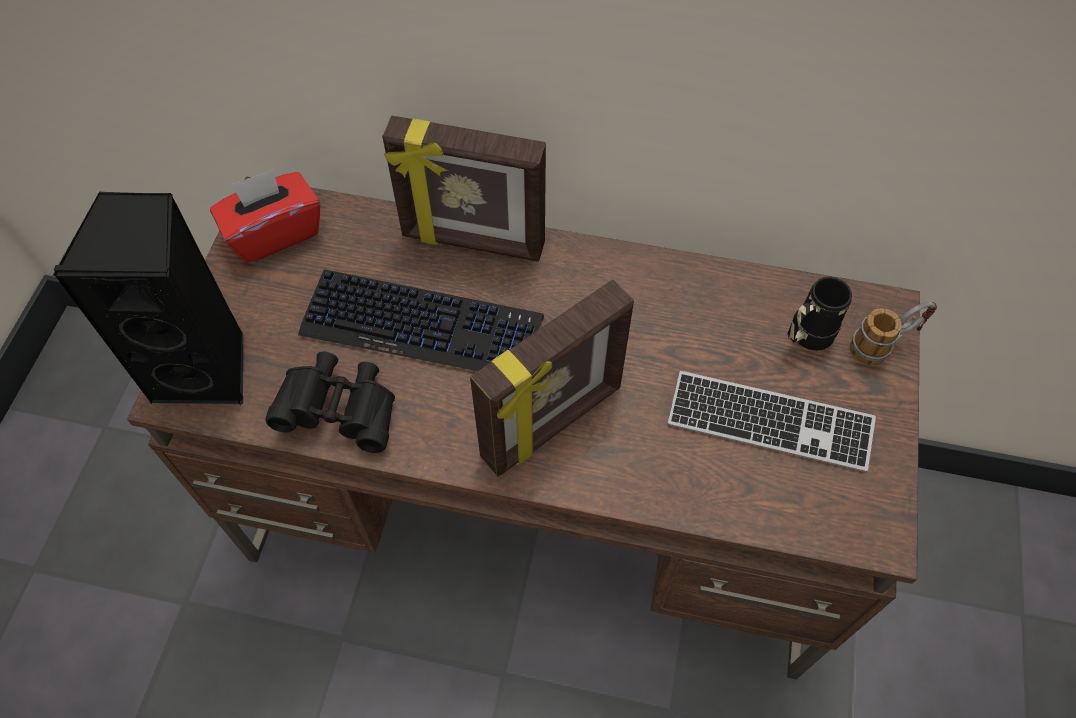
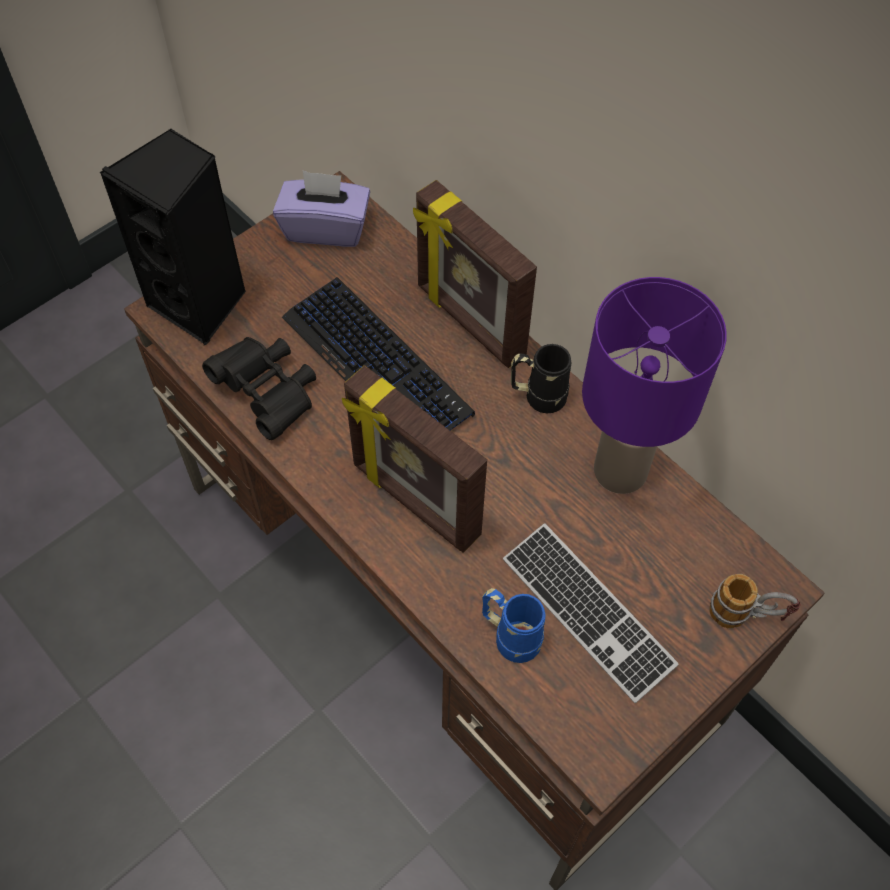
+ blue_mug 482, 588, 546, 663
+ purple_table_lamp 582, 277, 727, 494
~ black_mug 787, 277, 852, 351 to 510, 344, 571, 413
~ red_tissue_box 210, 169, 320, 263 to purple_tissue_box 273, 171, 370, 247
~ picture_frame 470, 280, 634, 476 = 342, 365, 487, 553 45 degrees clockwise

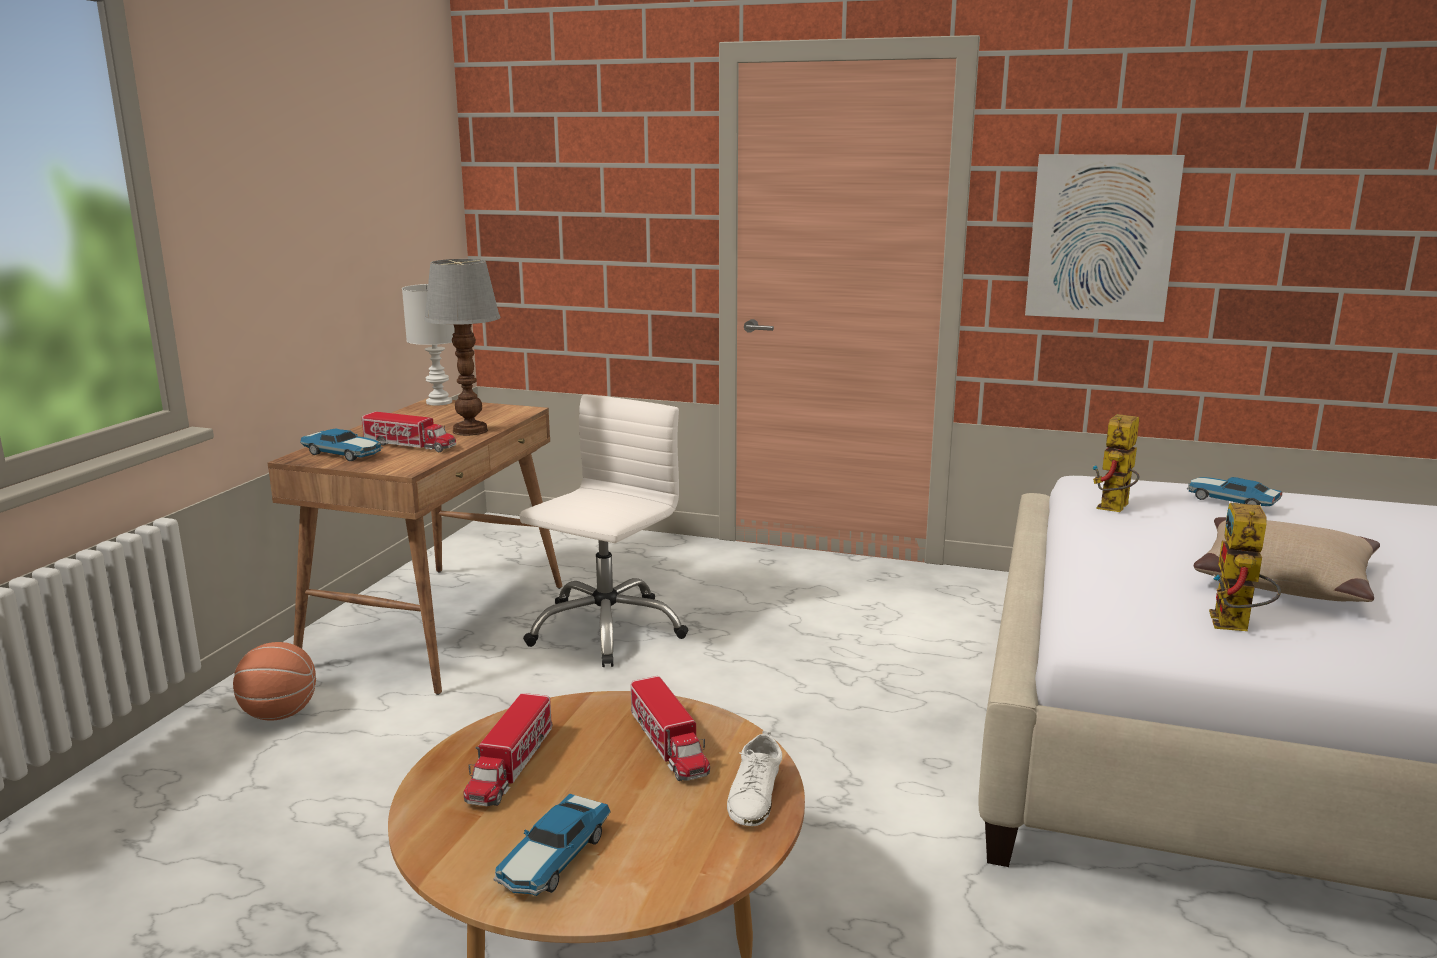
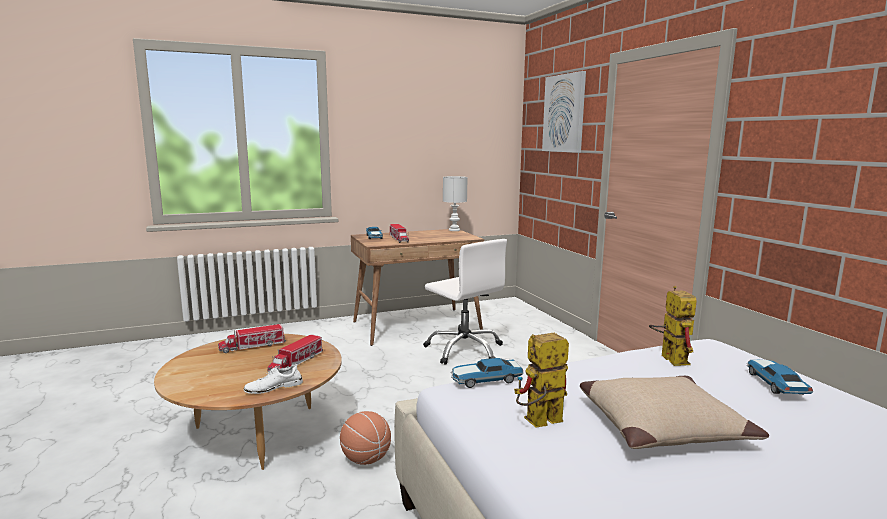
- table_lamp 424, 259, 501, 436
~ basketball 233, 642, 316, 721 to 340, 411, 391, 465
~ toy_car 493, 794, 611, 896 to 451, 358, 523, 388
~ picture 1025, 154, 1185, 322 to 542, 71, 586, 153
~ white_office_chair 519, 394, 688, 667 = 423, 239, 507, 365 60 degrees clockwise
~ toy_robot 1092, 414, 1139, 512 = 649, 286, 697, 366 90 degrees clockwise

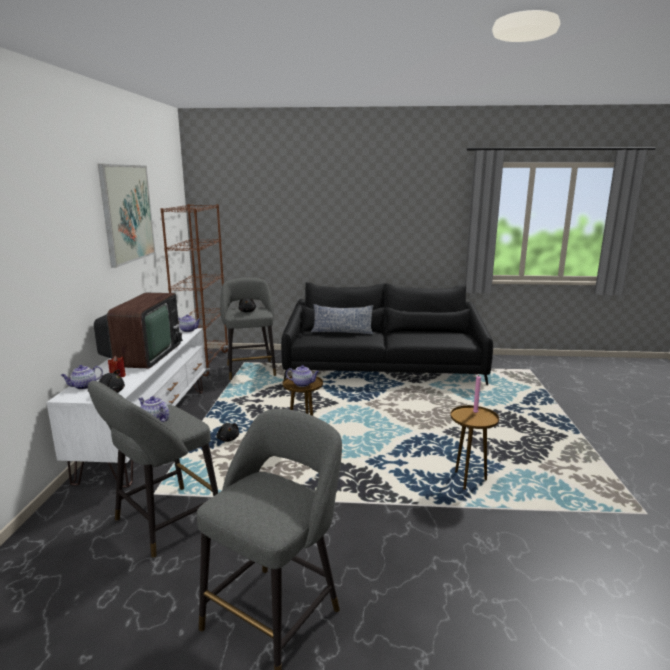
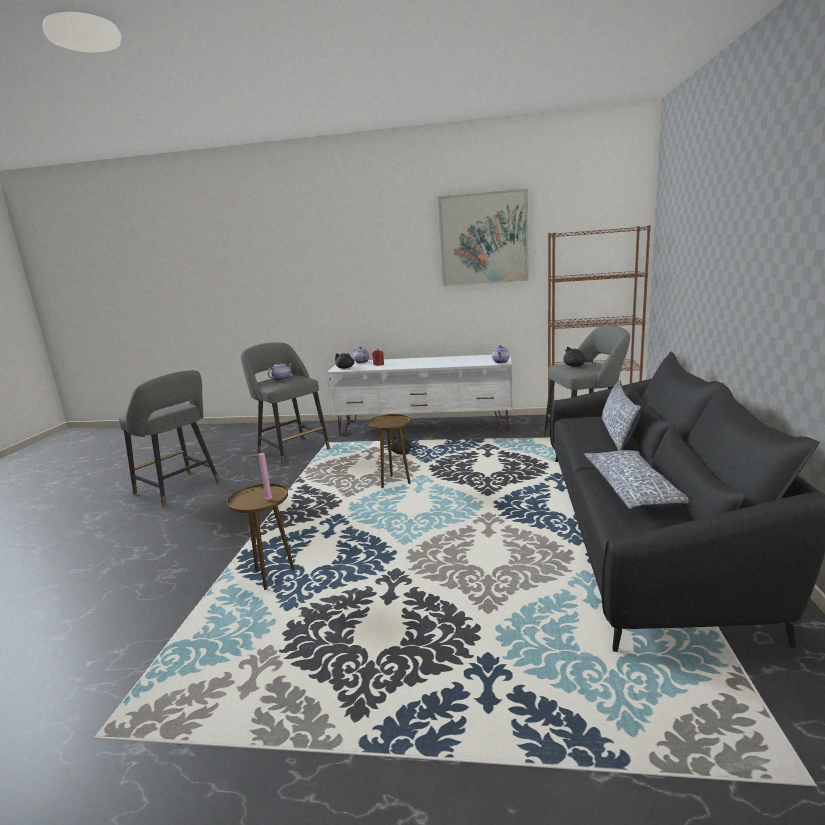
- television 94, 293, 183, 368
- teapot 286, 365, 319, 387
+ pillow 584, 450, 689, 509

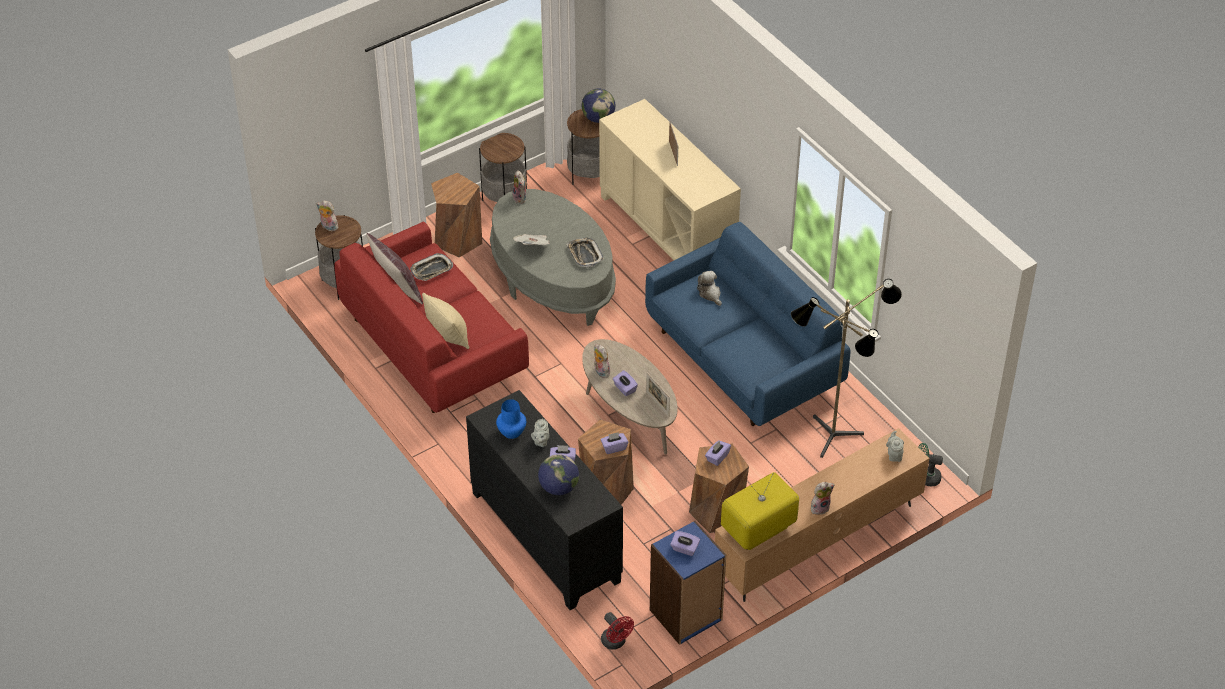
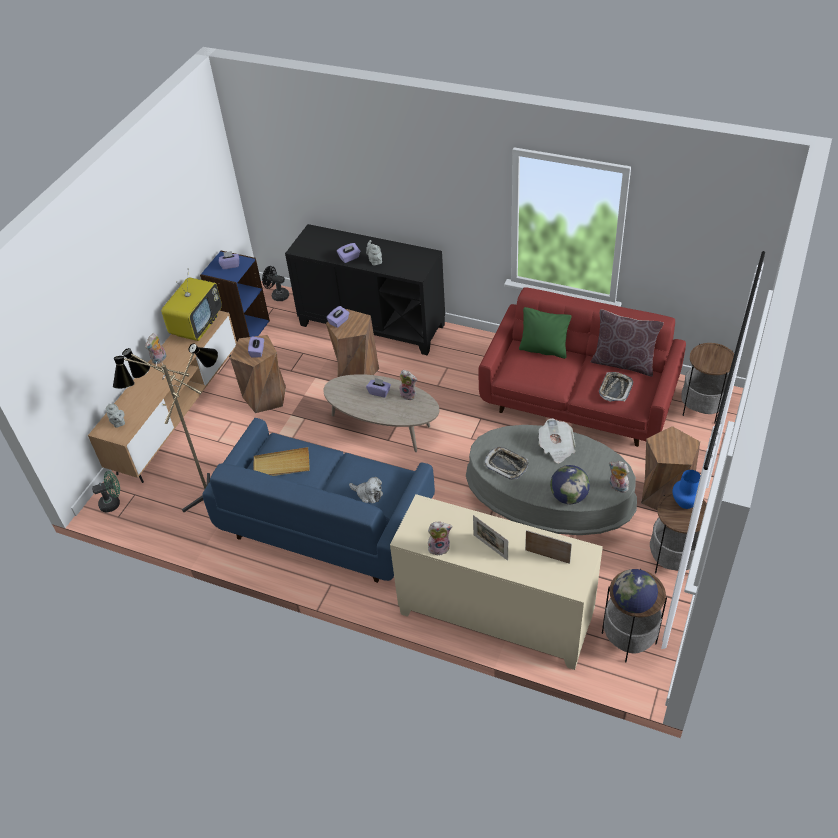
+ beige_tray 254, 447, 309, 476
~ plush_toy 316, 200, 338, 231 to 428, 521, 453, 555
~ blue_vase 496, 399, 526, 439 to 673, 470, 701, 509
~ globe 538, 454, 579, 495 to 550, 465, 590, 504
~ picture_frame 646, 373, 670, 416 to 525, 530, 572, 564
~ beige_pillow 422, 293, 470, 349 to green_pillow 519, 307, 571, 359
~ red_fan 601, 612, 634, 650 to black_fan 262, 266, 289, 301

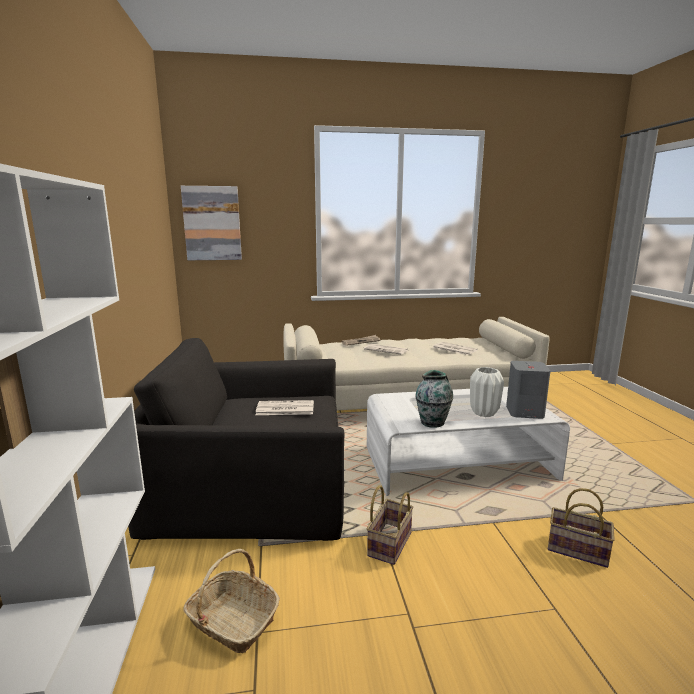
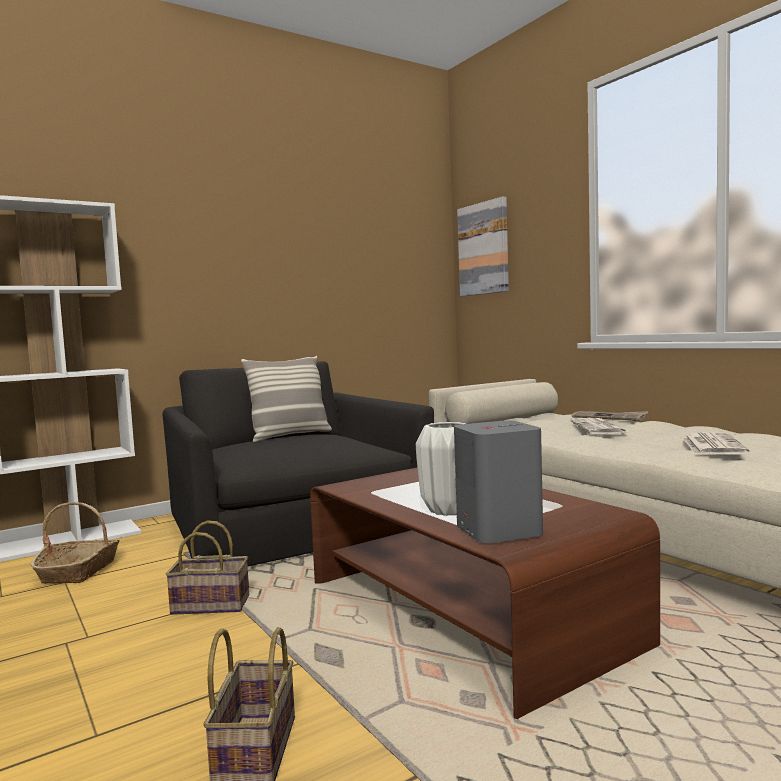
- newspaper 256, 400, 314, 415
- vase 415, 370, 453, 428
+ pillow 241, 356, 332, 442
~ white_coffee_table 367, 387, 570, 496 to brown_coffee_table 310, 468, 660, 719

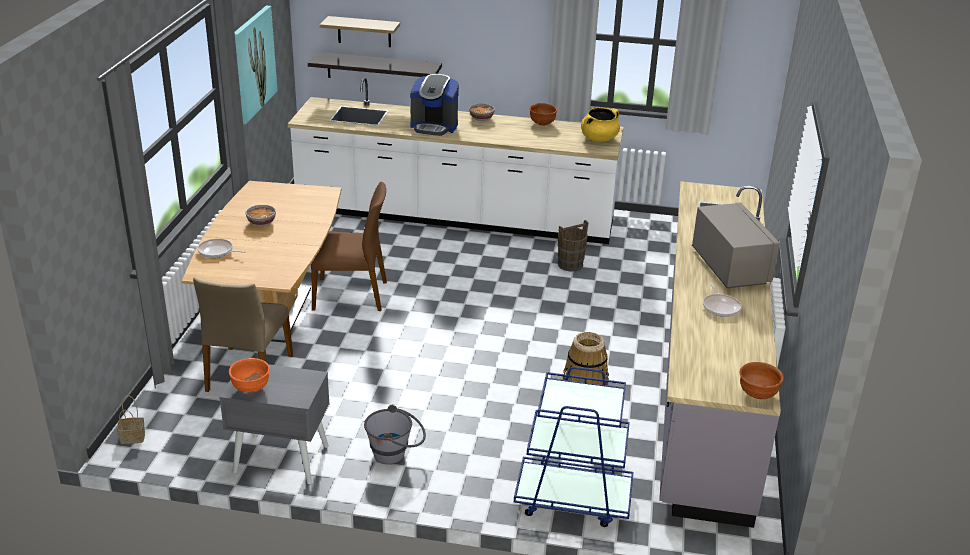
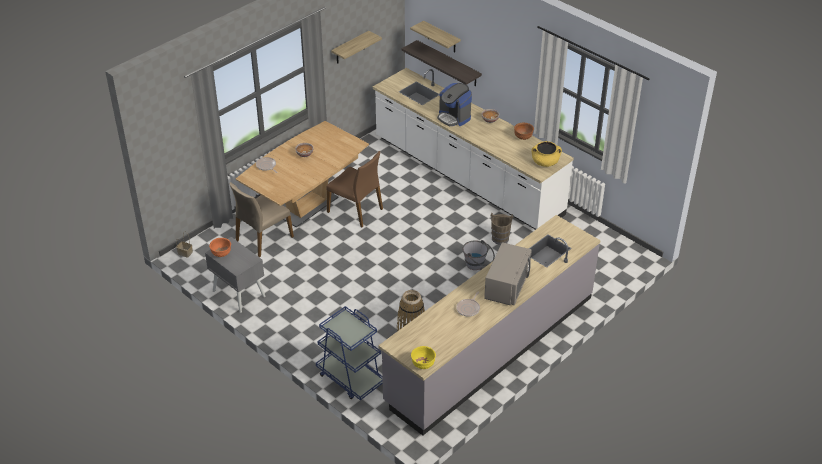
~ grey_bucket 364, 405, 426, 464 to 462, 240, 495, 270
~ picture 234, 6, 278, 124 to shelf 331, 31, 382, 64
~ brown_bowl 740, 362, 784, 399 to yellow_bowl 411, 346, 436, 369

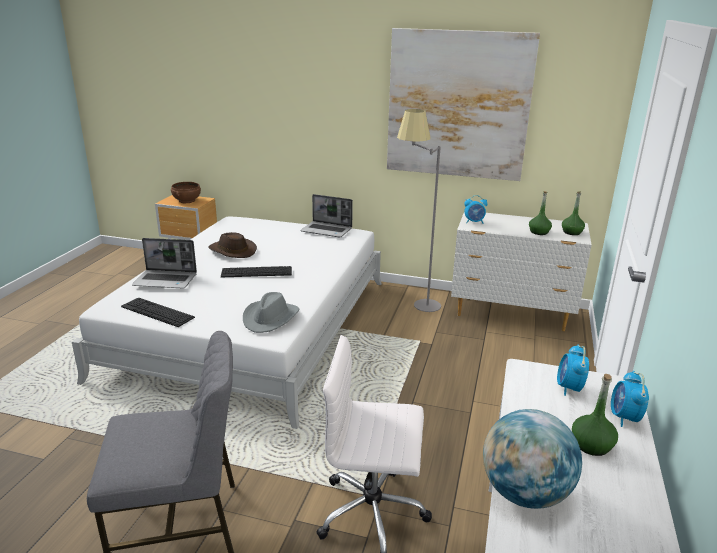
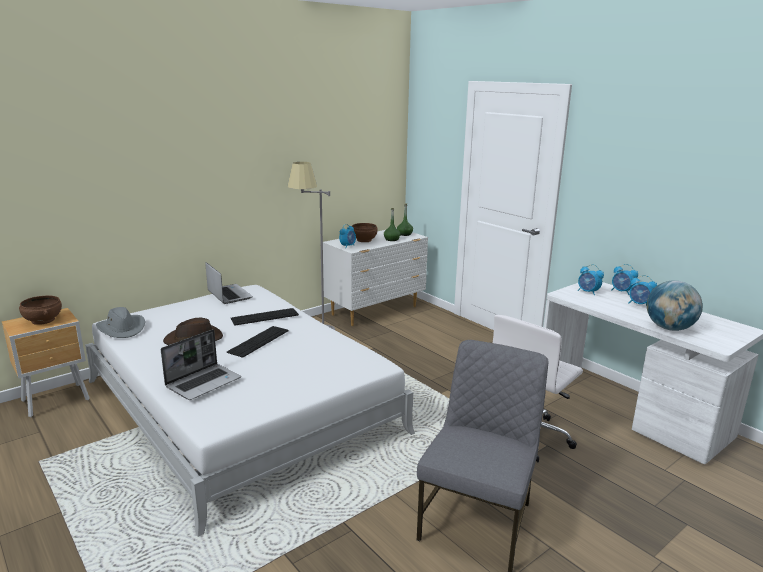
- picture 387, 28, 540, 181
+ brown_bowl 352, 223, 378, 242
~ keyboard 121, 297, 195, 327 to 231, 308, 299, 325
~ grey_hat 243, 292, 300, 333 to 96, 307, 145, 338
~ green_bottle 572, 374, 618, 456 to alarm_clock 628, 275, 657, 306
~ laptop 301, 194, 353, 237 = 205, 262, 253, 304 90 degrees counterclockwise

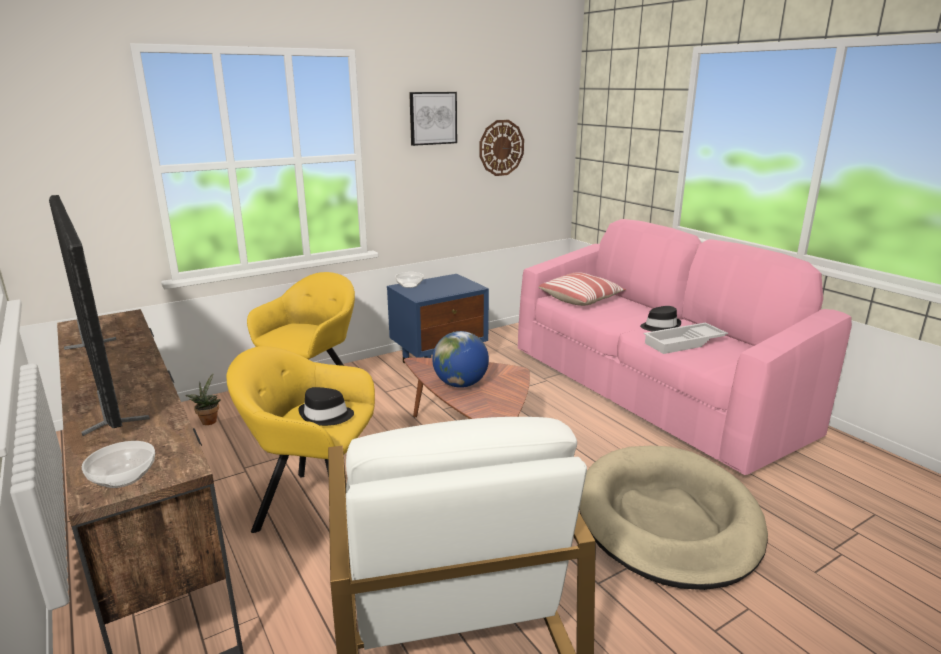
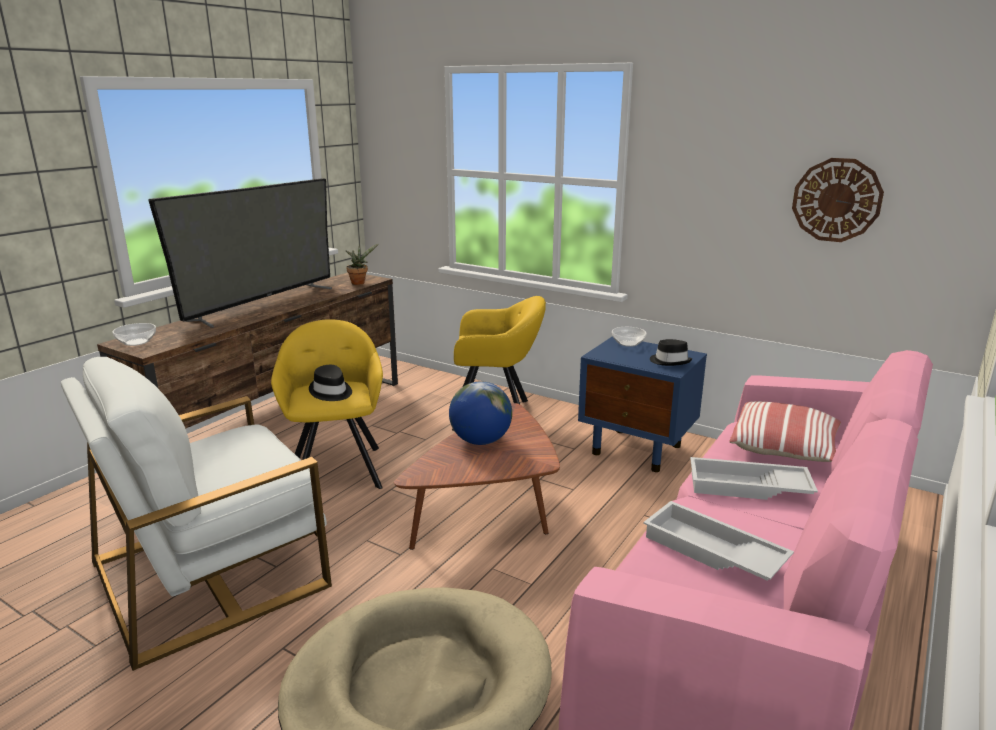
- picture 409, 92, 457, 146
+ white_tray 690, 457, 818, 500
~ potted_plant 185, 373, 221, 425 to 345, 244, 379, 285
~ black_hat 640, 306, 681, 331 to 650, 339, 693, 366

